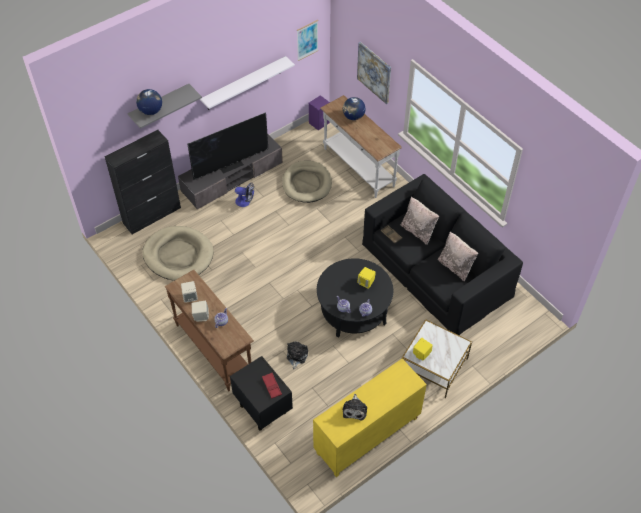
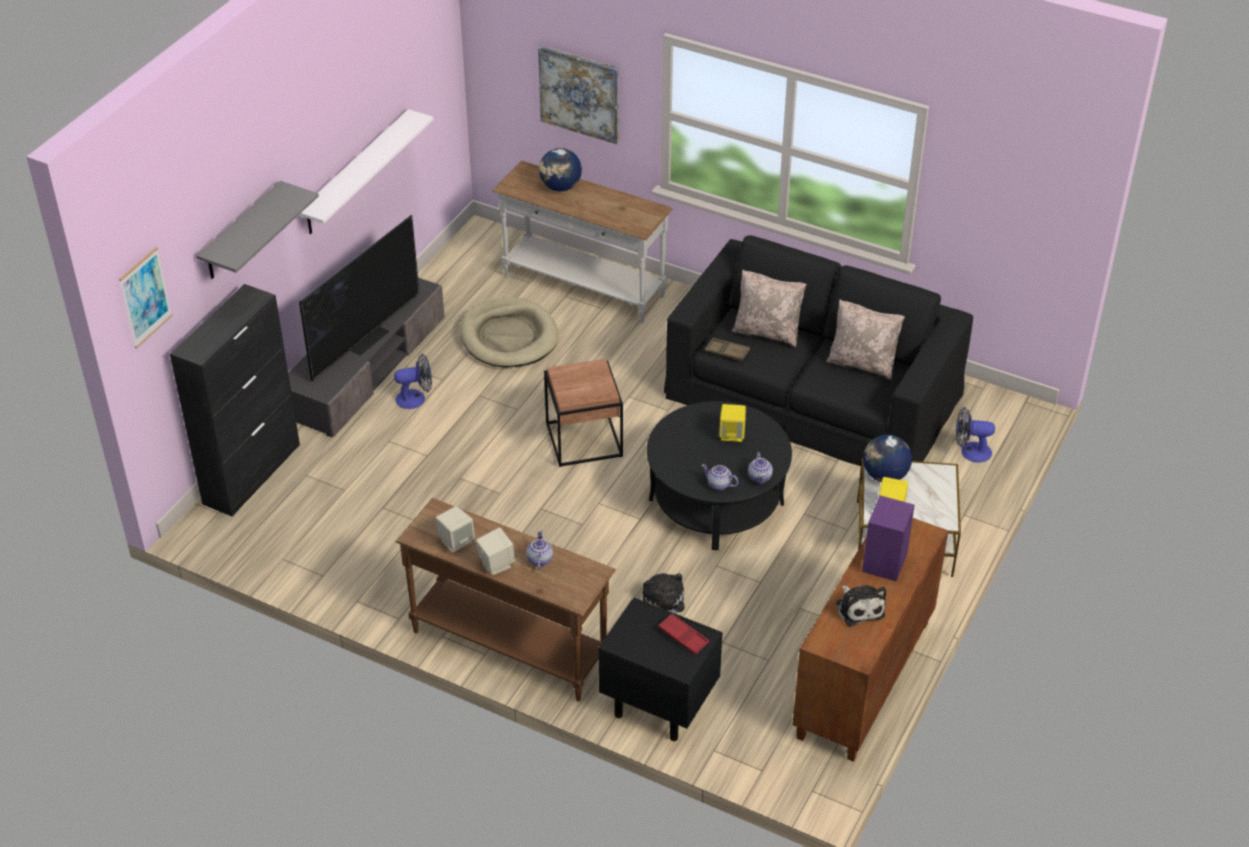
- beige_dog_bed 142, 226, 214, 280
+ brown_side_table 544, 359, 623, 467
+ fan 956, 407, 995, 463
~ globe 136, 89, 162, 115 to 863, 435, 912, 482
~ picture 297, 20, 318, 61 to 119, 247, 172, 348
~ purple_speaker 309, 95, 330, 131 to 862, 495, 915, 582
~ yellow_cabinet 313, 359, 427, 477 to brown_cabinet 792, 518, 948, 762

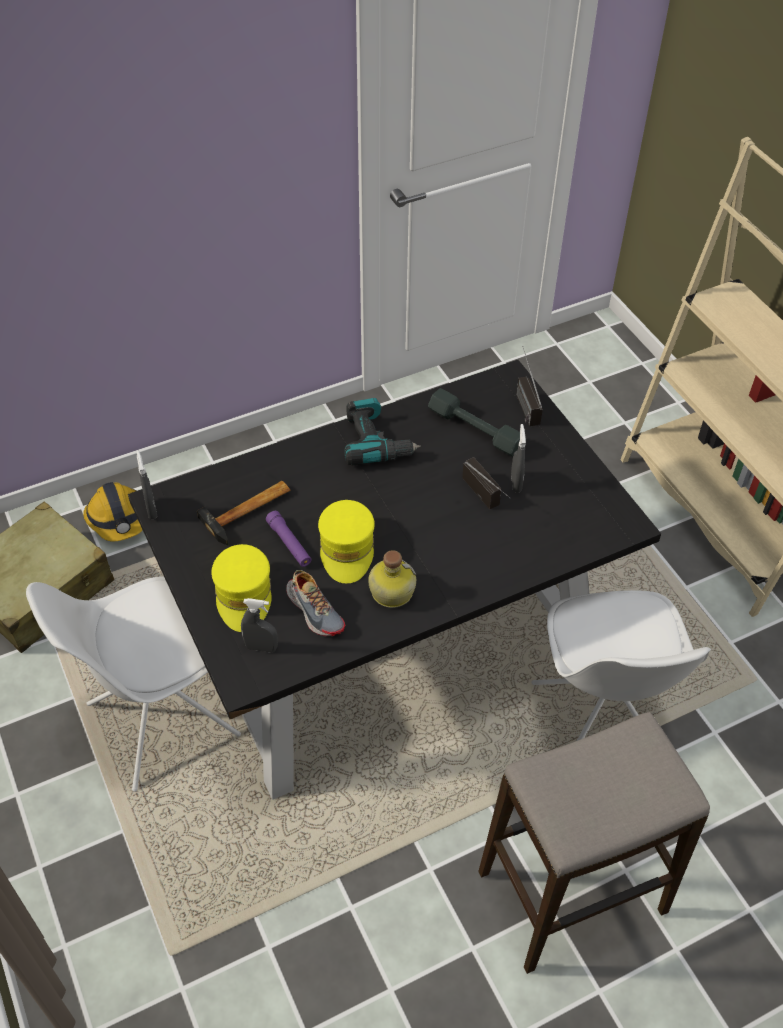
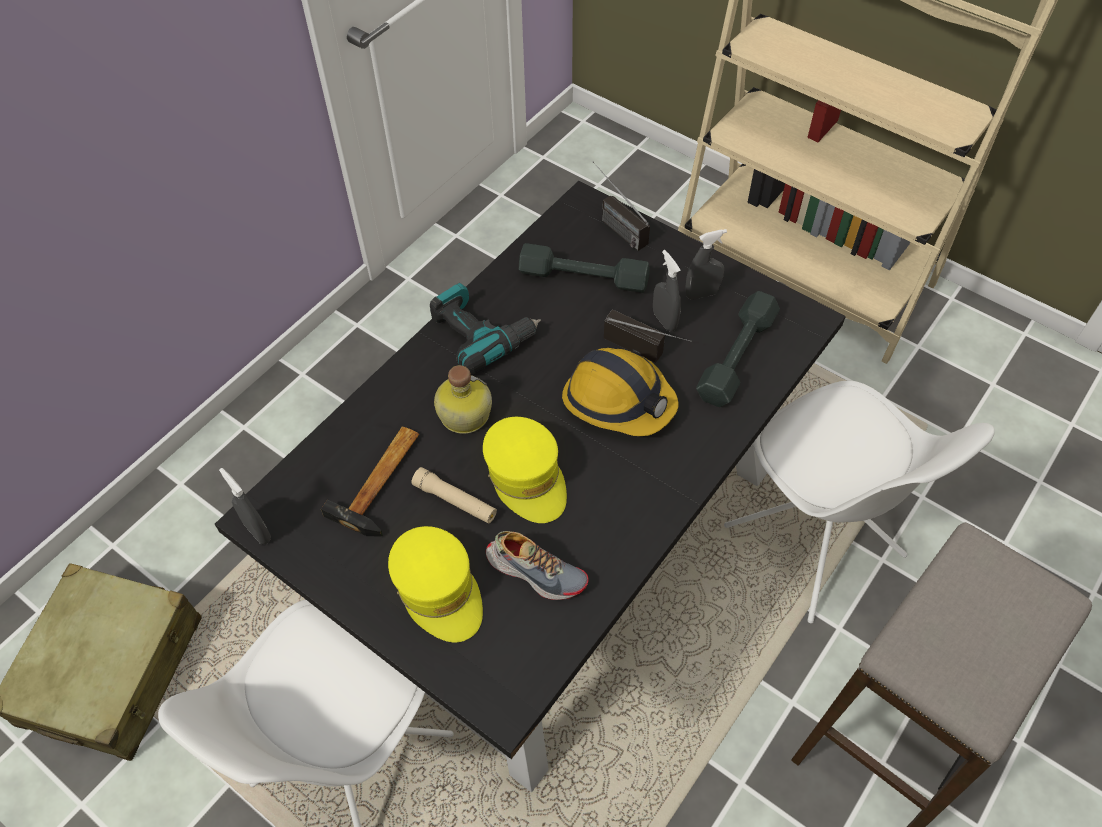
+ grey_dumbbell 696, 291, 780, 407
~ hard_hat 83, 482, 142, 542 to 562, 348, 679, 436
~ grey_spray_bottle 241, 598, 278, 652 to 685, 229, 727, 300
~ bottle 368, 550, 416, 608 to 434, 365, 492, 434
~ purple_flashlight 266, 511, 311, 567 to beige_flashlight 412, 467, 497, 524

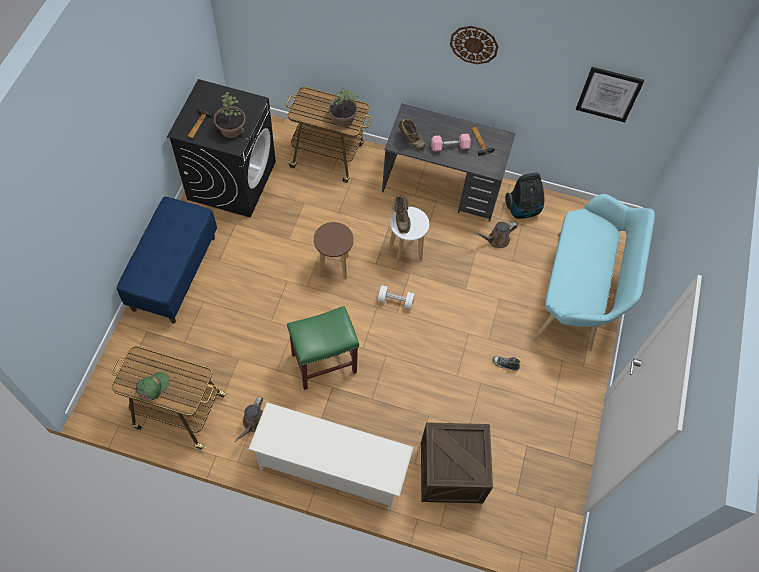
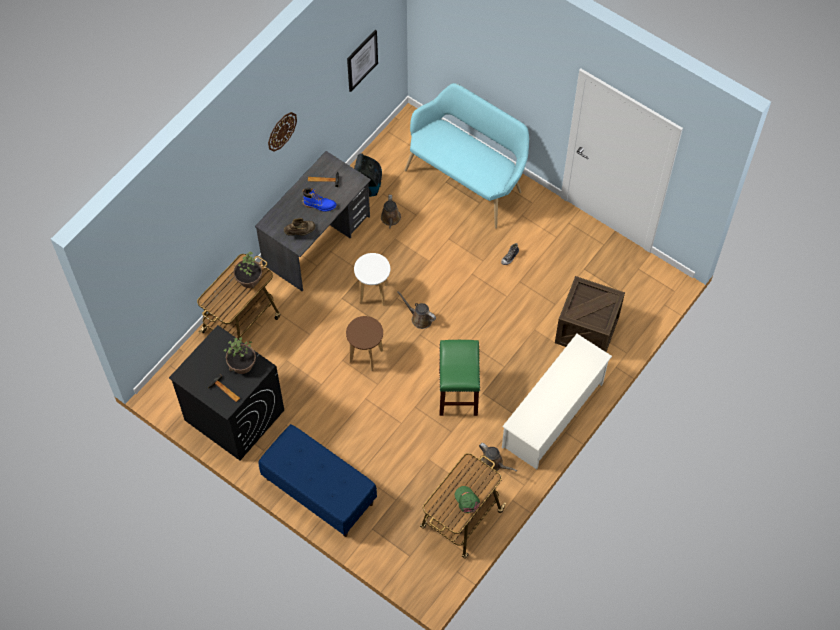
- brown_boot 392, 195, 411, 234
~ white_dumbbell 378, 285, 415, 309 to brown_watering_can 397, 292, 436, 329
~ pink_dumbbell 431, 134, 471, 152 to blue_boot 302, 188, 337, 212

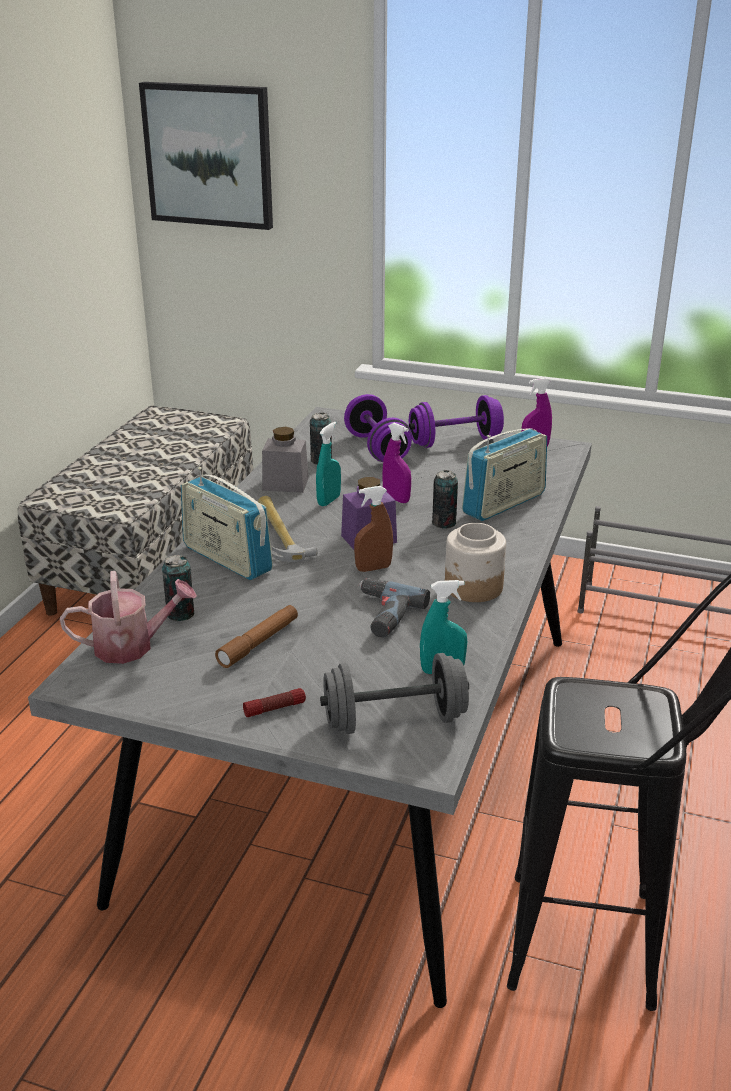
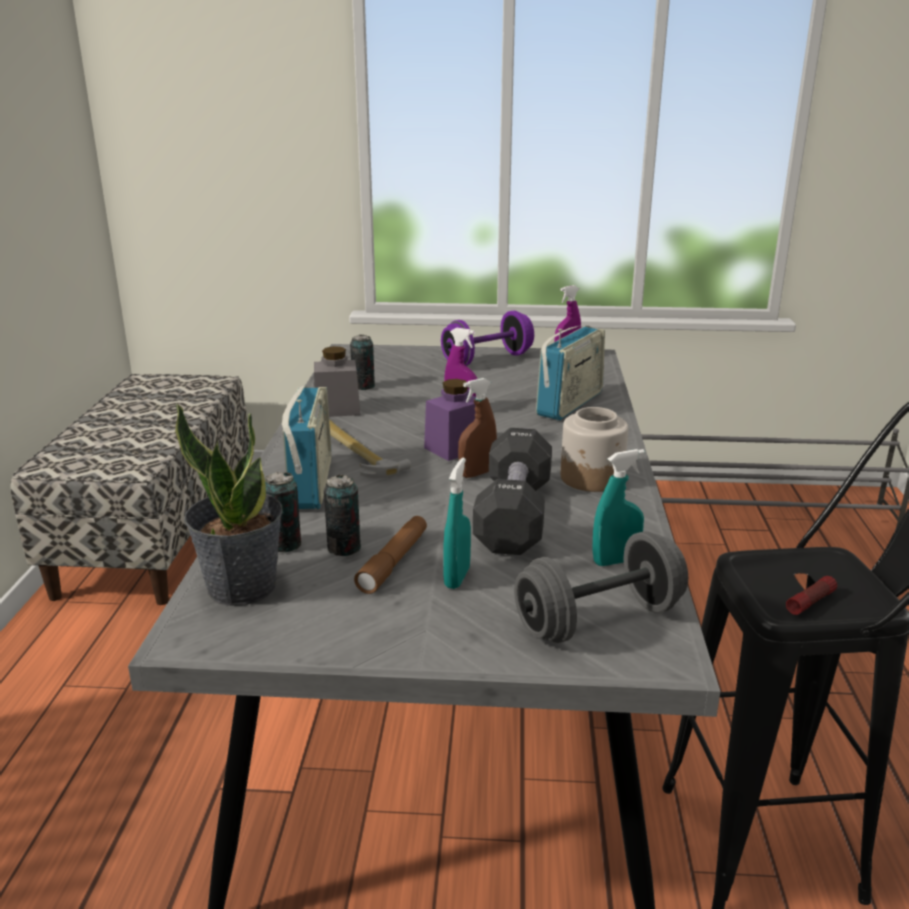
- picture 139, 82, 273, 230
- purple_dumbbell 344, 394, 412, 462
~ flashlight 243, 688, 306, 717 to 786, 576, 837, 615
~ turquoise_spray_bottle 316, 422, 341, 506 to 443, 457, 471, 589
~ can 432, 470, 458, 529 to 324, 475, 361, 556
~ watering_can 60, 571, 197, 664 to potted_plant 175, 403, 283, 606
~ power_drill 359, 578, 430, 638 to black_dumbbell 473, 428, 552, 555
~ radio 181, 467, 273, 580 = 282, 386, 332, 509 120 degrees counterclockwise

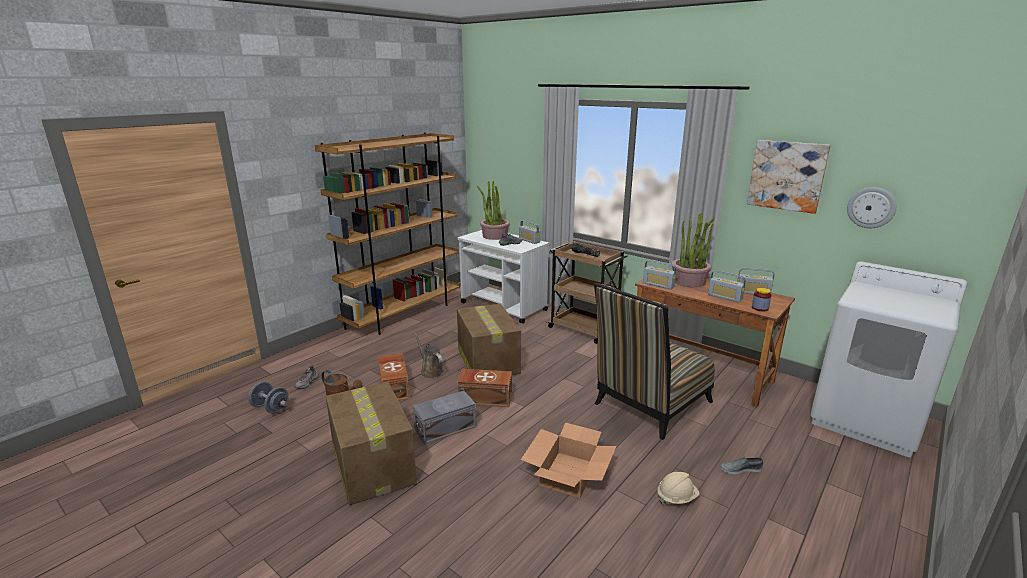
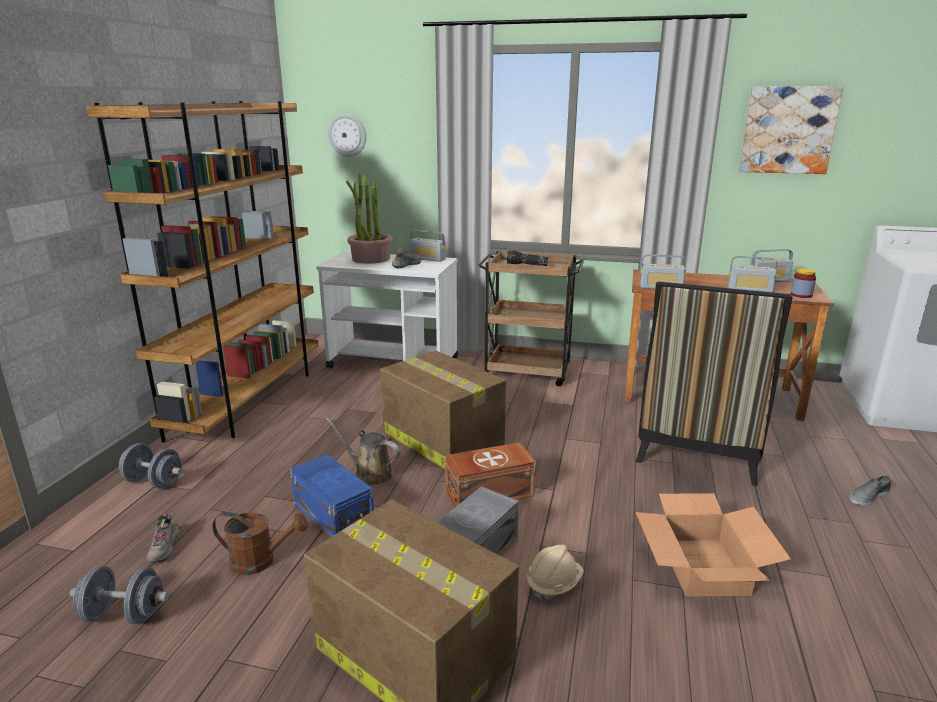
- potted_plant 671, 213, 715, 287
+ grey_dumbbell 119, 443, 183, 489
~ beige_hard_hat 657, 472, 700, 505 to 527, 545, 584, 602
~ wall_clock 847, 187, 897, 228 to 328, 114, 366, 157
~ brown_storage_box 378, 353, 410, 401 to blue_storage_box 290, 454, 374, 537

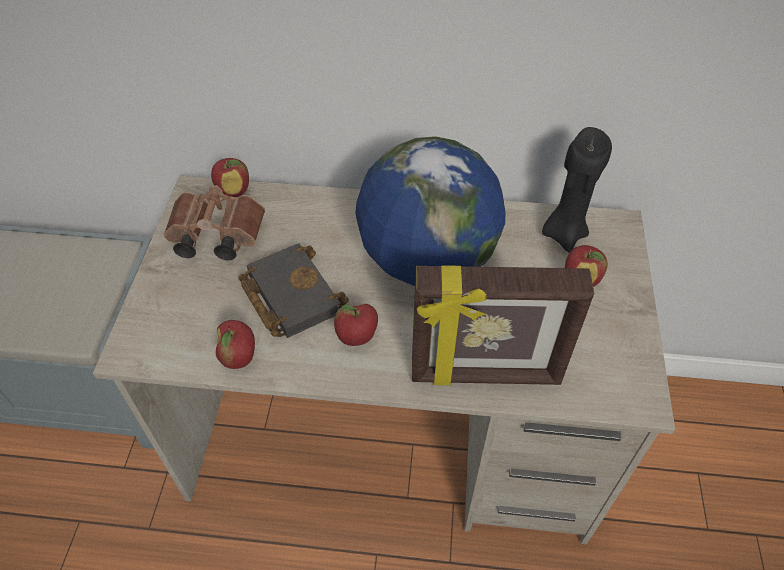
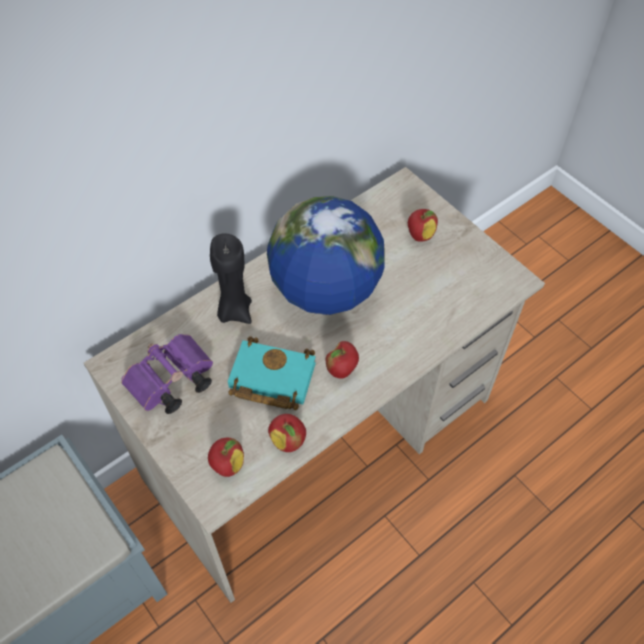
- picture_frame 412, 265, 594, 386
~ apple 211, 158, 249, 197 to 208, 438, 244, 477
~ black_candle 542, 127, 612, 253 to 210, 233, 252, 324
~ brown_binoculars 164, 185, 265, 260 to purple_binoculars 121, 334, 213, 414
~ black_book 238, 243, 349, 338 to turquoise_book 228, 336, 316, 410

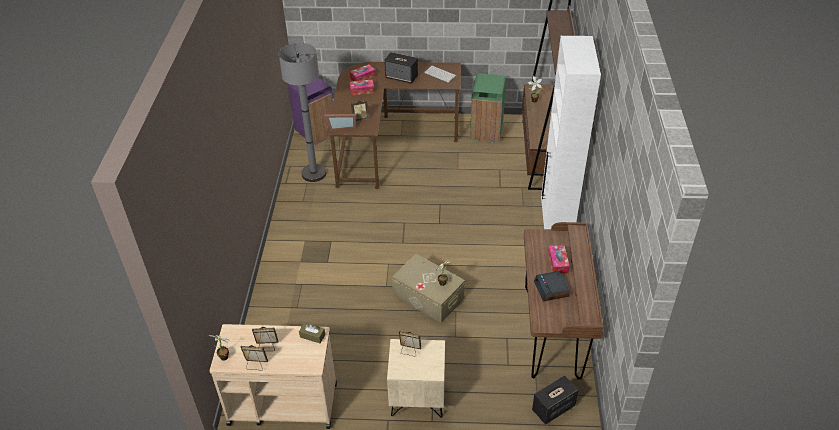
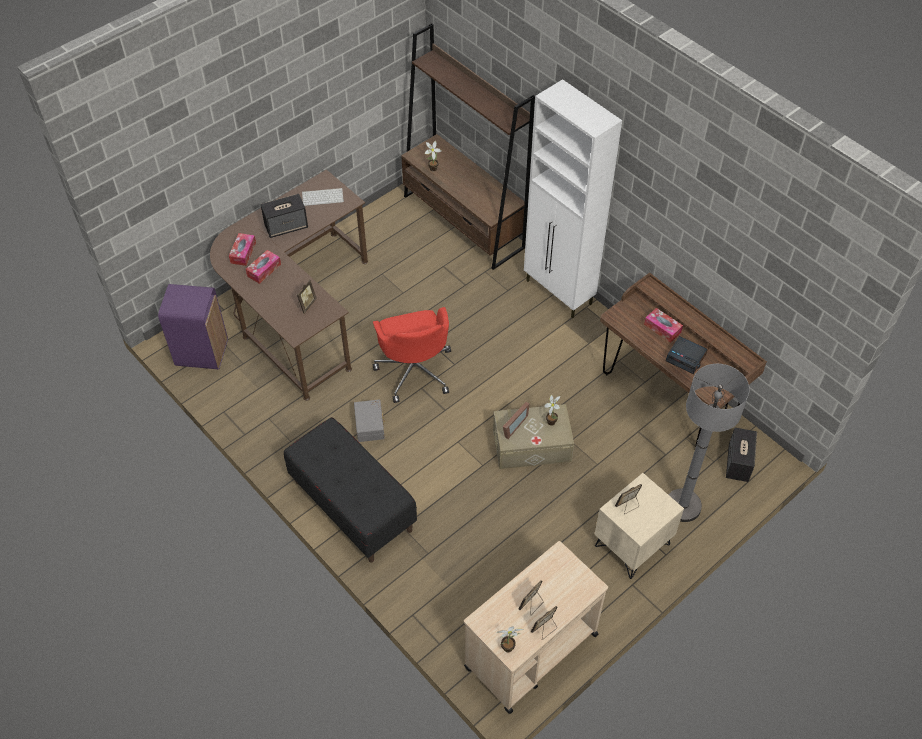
- brown_tissue_box 299, 323, 325, 343
- green_trash_can 470, 73, 506, 143
+ black_bench 284, 417, 417, 563
+ grey_storage_box 354, 399, 385, 442
+ red_office_chair 373, 307, 451, 403
~ grey_floor_lamp 279, 43, 326, 182 to 668, 364, 749, 522
~ picture_frame 324, 114, 356, 131 to 503, 402, 529, 439

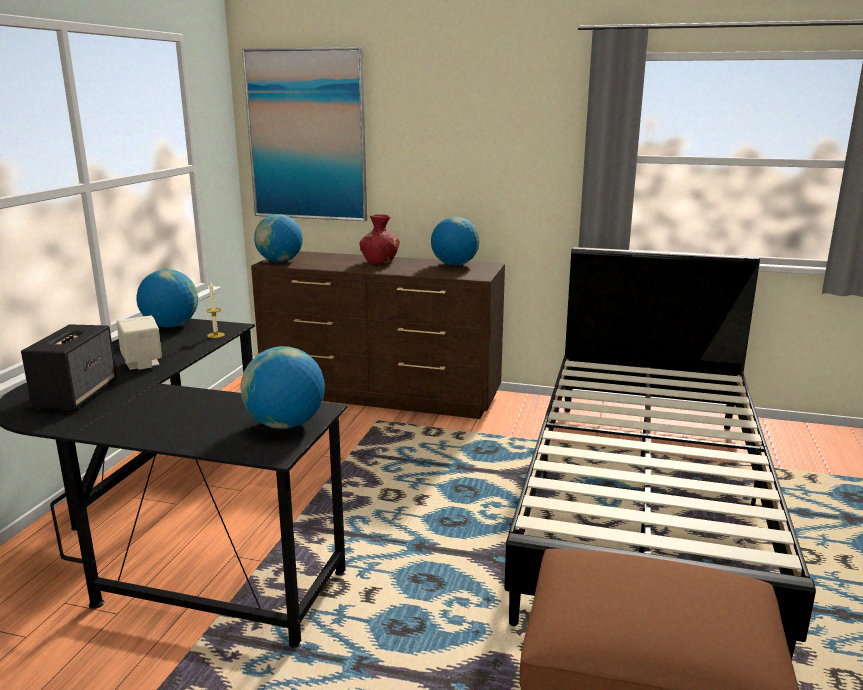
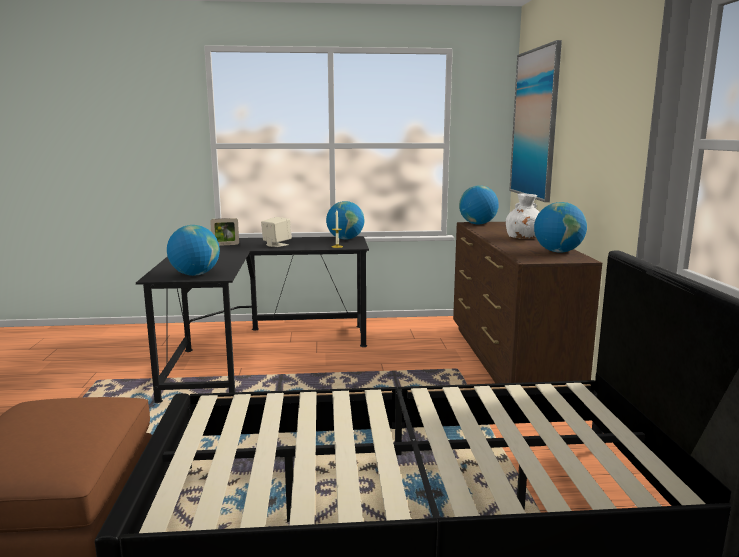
~ speaker 21, 324, 117, 411 to picture_frame 210, 218, 239, 246
~ red_vase 359, 214, 400, 264 to white_vase 506, 193, 540, 239

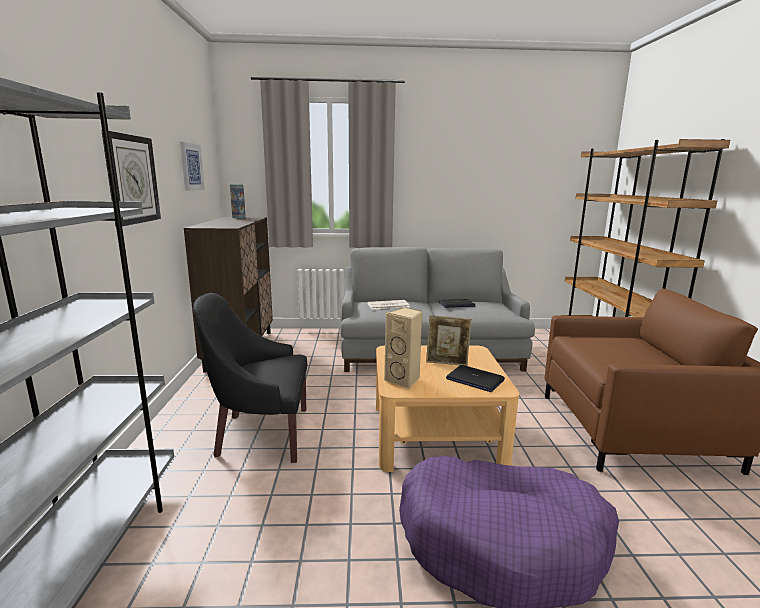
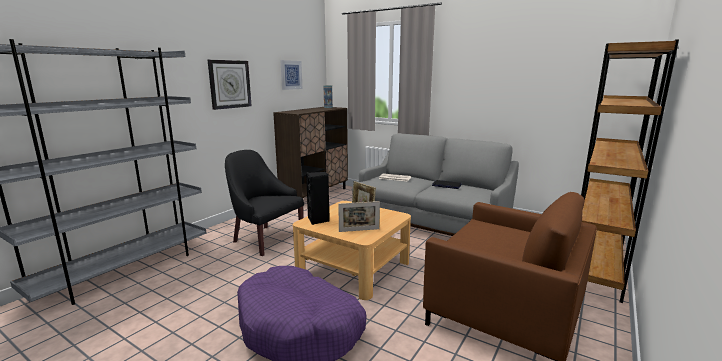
~ laptop 446, 365, 505, 392 to picture_frame 338, 201, 380, 232
~ beige_speaker 384, 307, 422, 389 to black_speaker 306, 172, 330, 225

